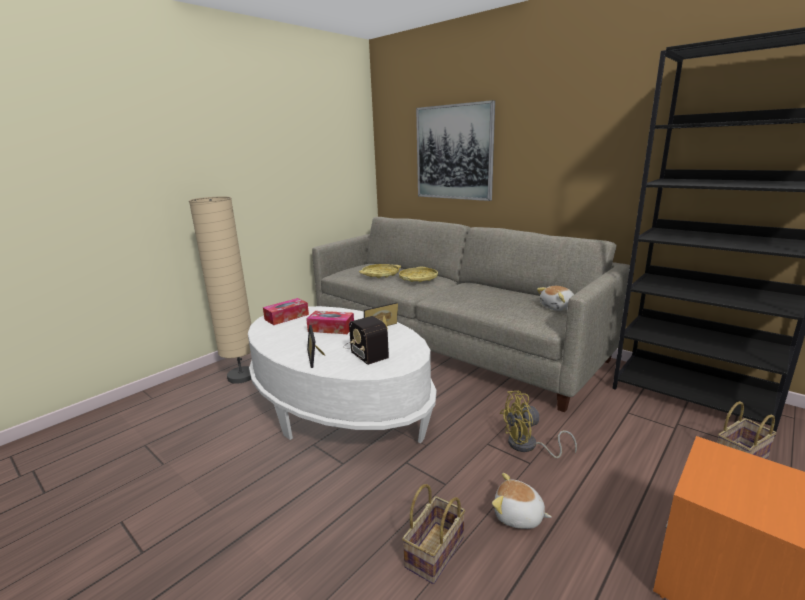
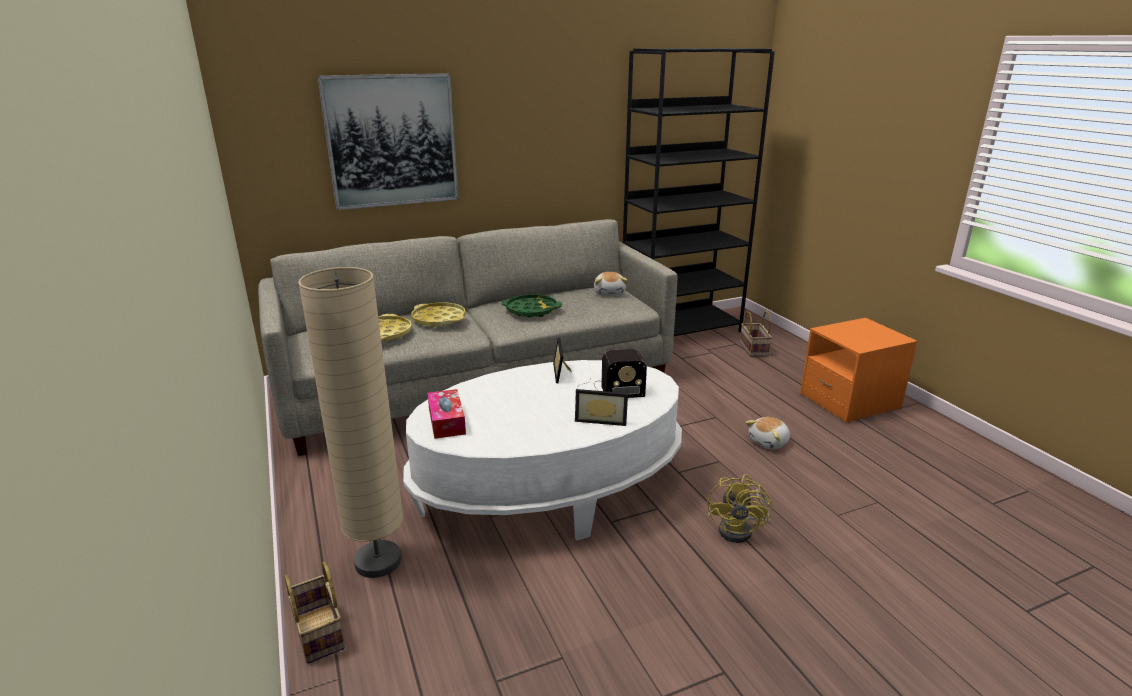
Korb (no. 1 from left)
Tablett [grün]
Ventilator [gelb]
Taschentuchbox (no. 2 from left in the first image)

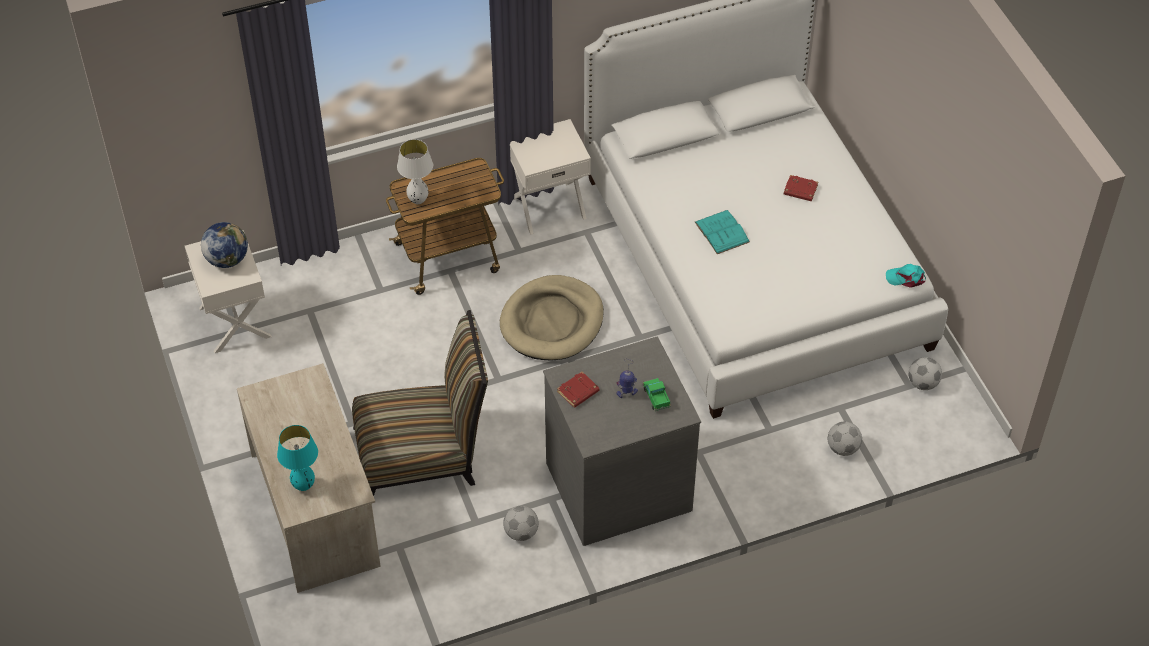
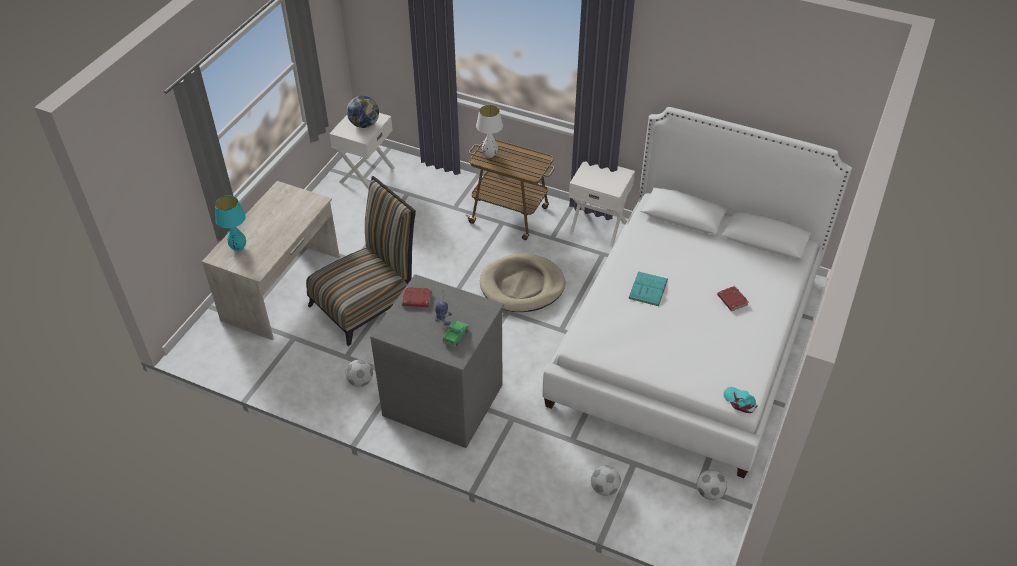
Stuhl

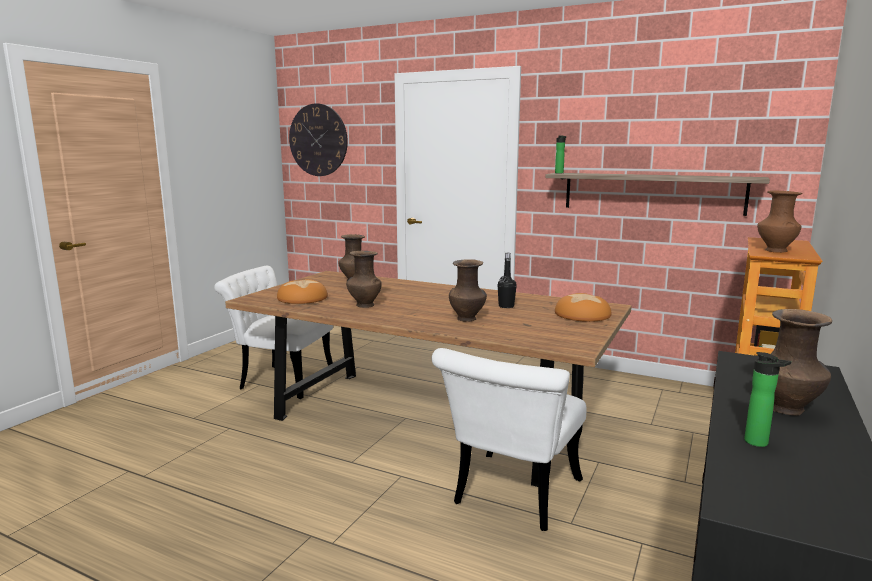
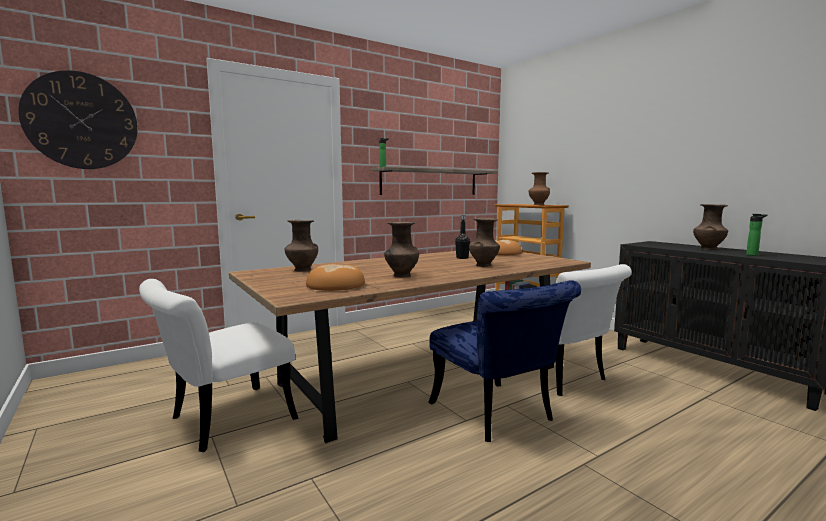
Stuhl [blau]

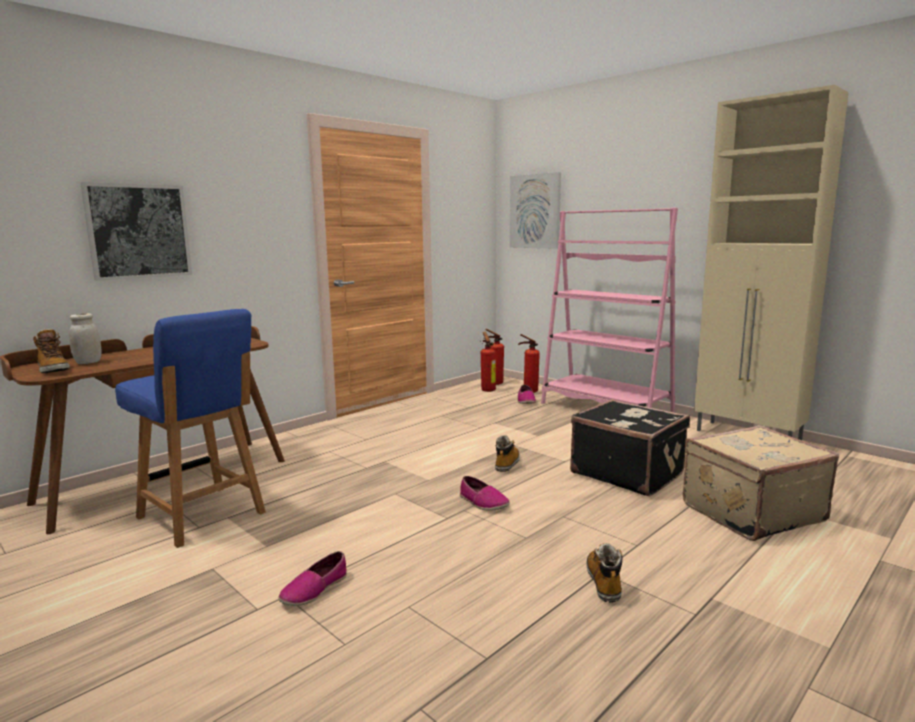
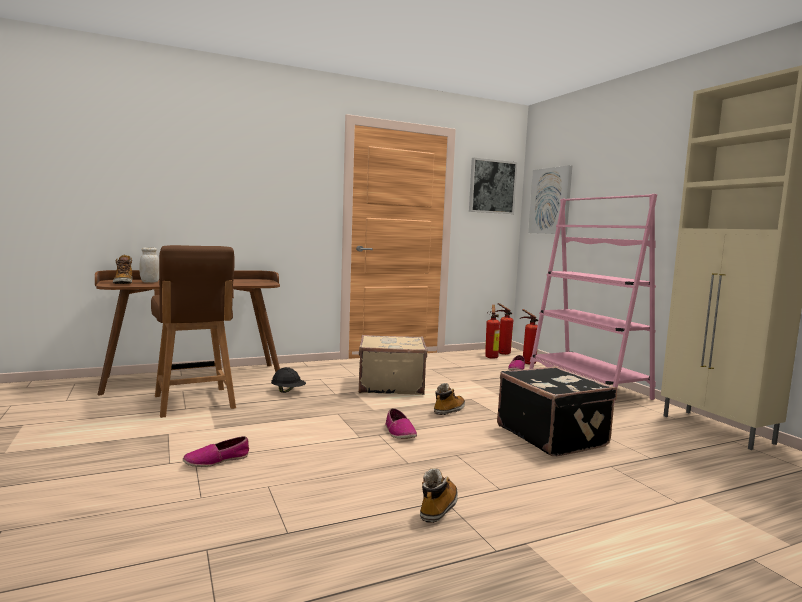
Stuhl [braun]
Schutzhelm [schwarz]
Koffer [beige]
Bild (no. 1 from left)

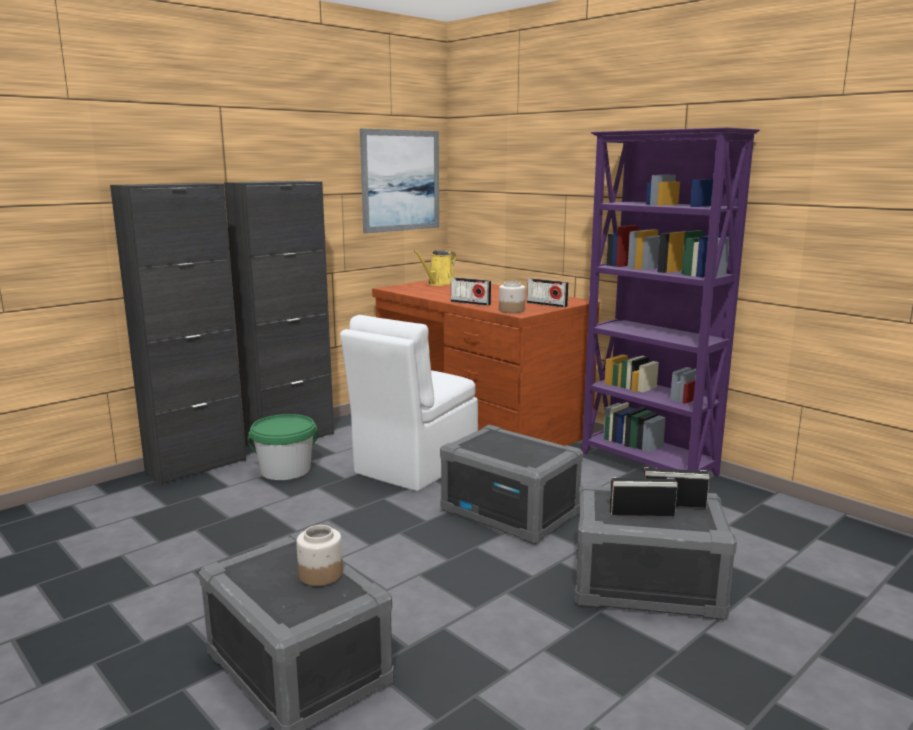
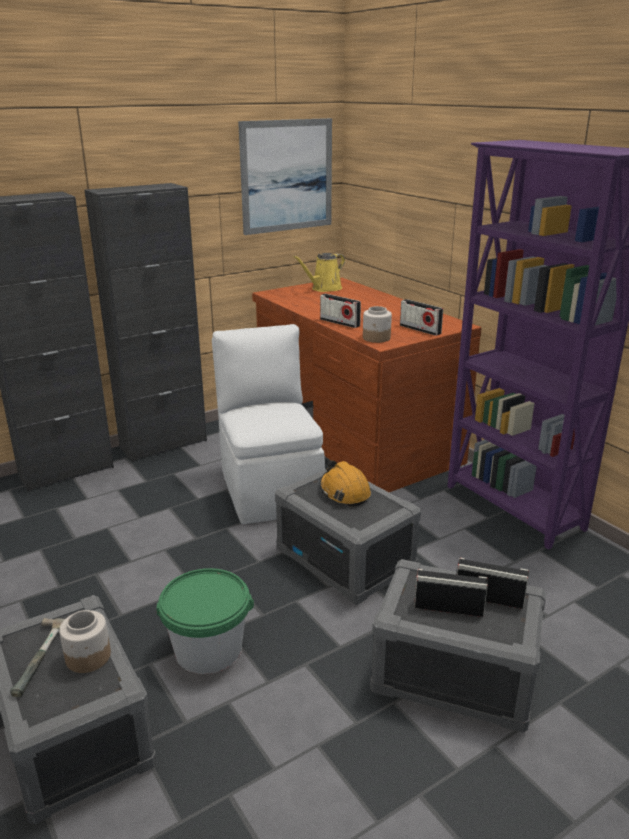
Hammer
Eimer [grün]
Stuhl [weiß]
Schutzhelm [orange]

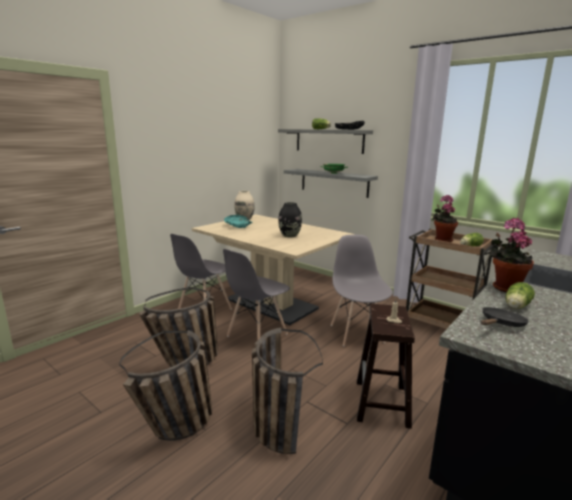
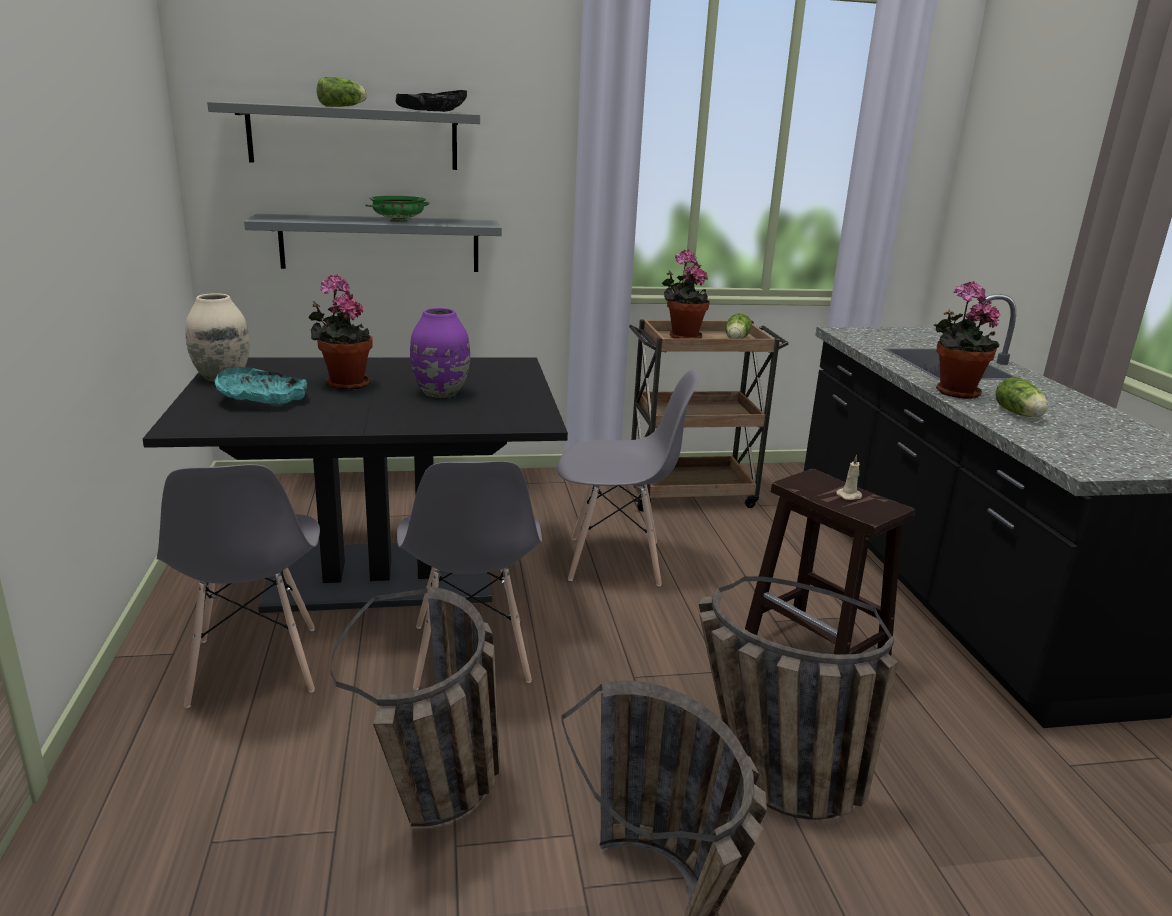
Esstisch [schwarz]
Topfpflanze (no. 1 from left)
Vase [lila]
Stuhl [grau] (no. 3 from left)
Pfanne [schwarz]

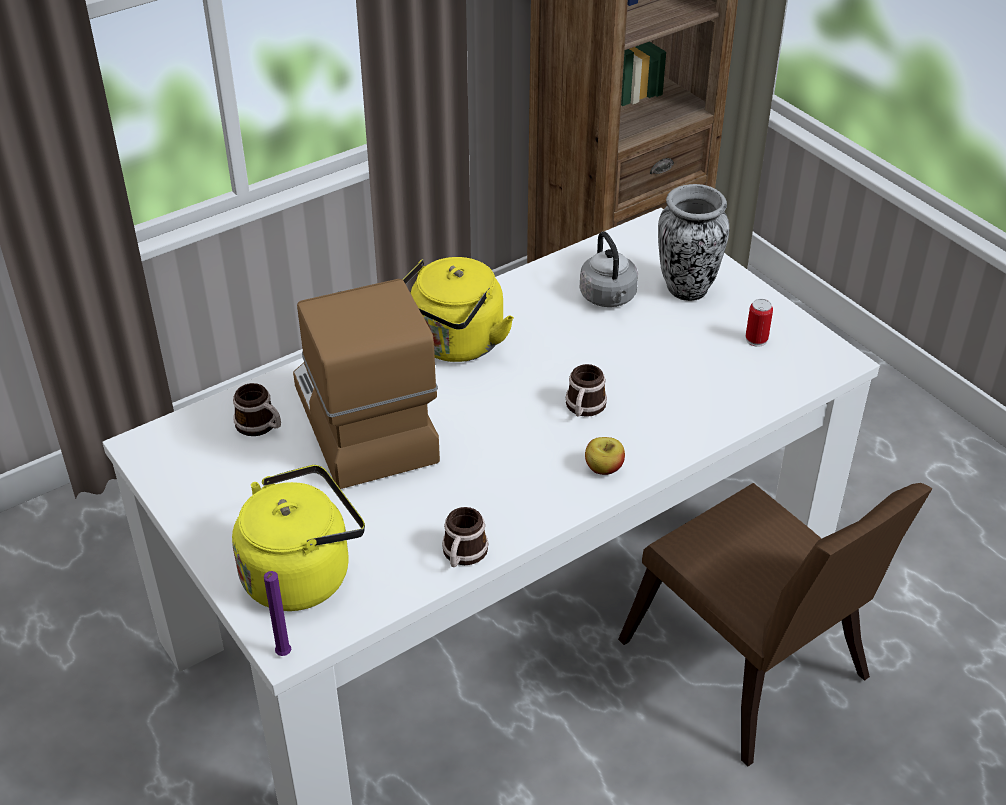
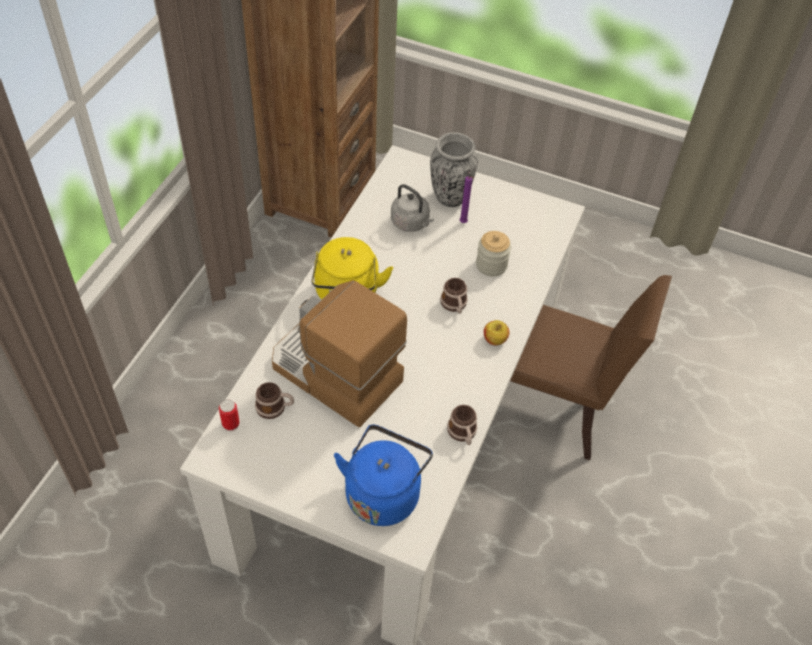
Dose
Wasserkessel [blau]
Kerze [lila]
Vorratsglas

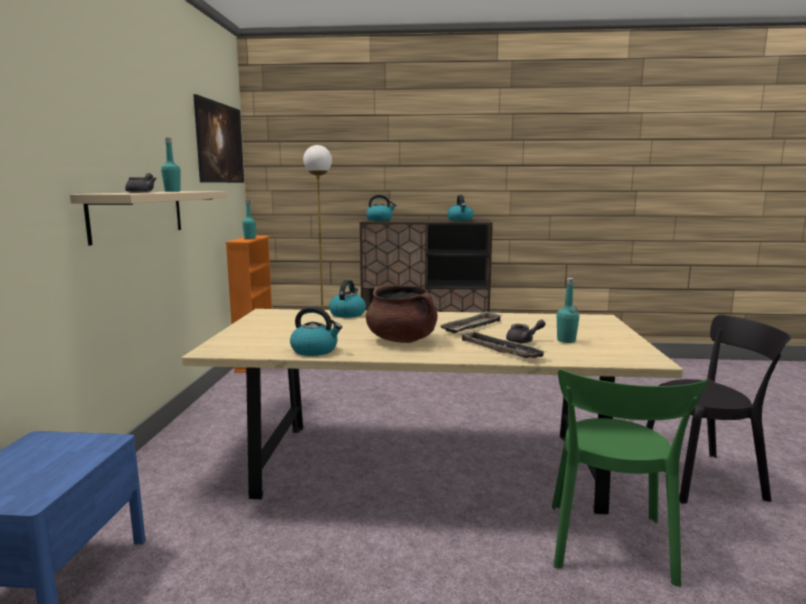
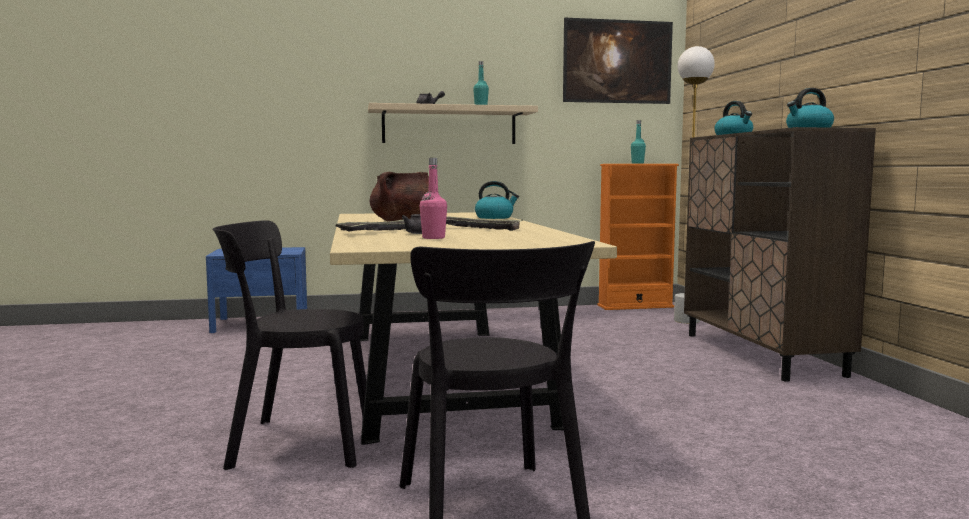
Stuhl [schwarz] (no. 1 from left)
Flasche [rosa]
Wasserkessel (no. 1 from left in the first image)

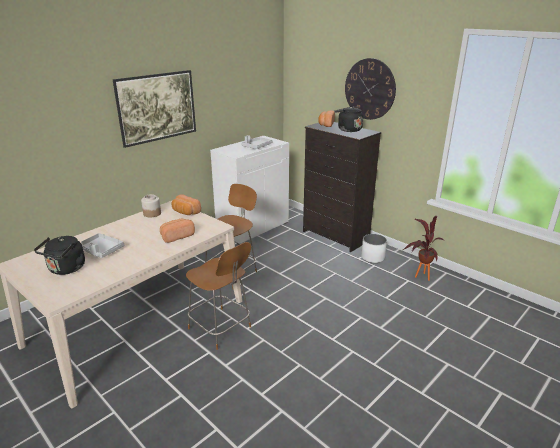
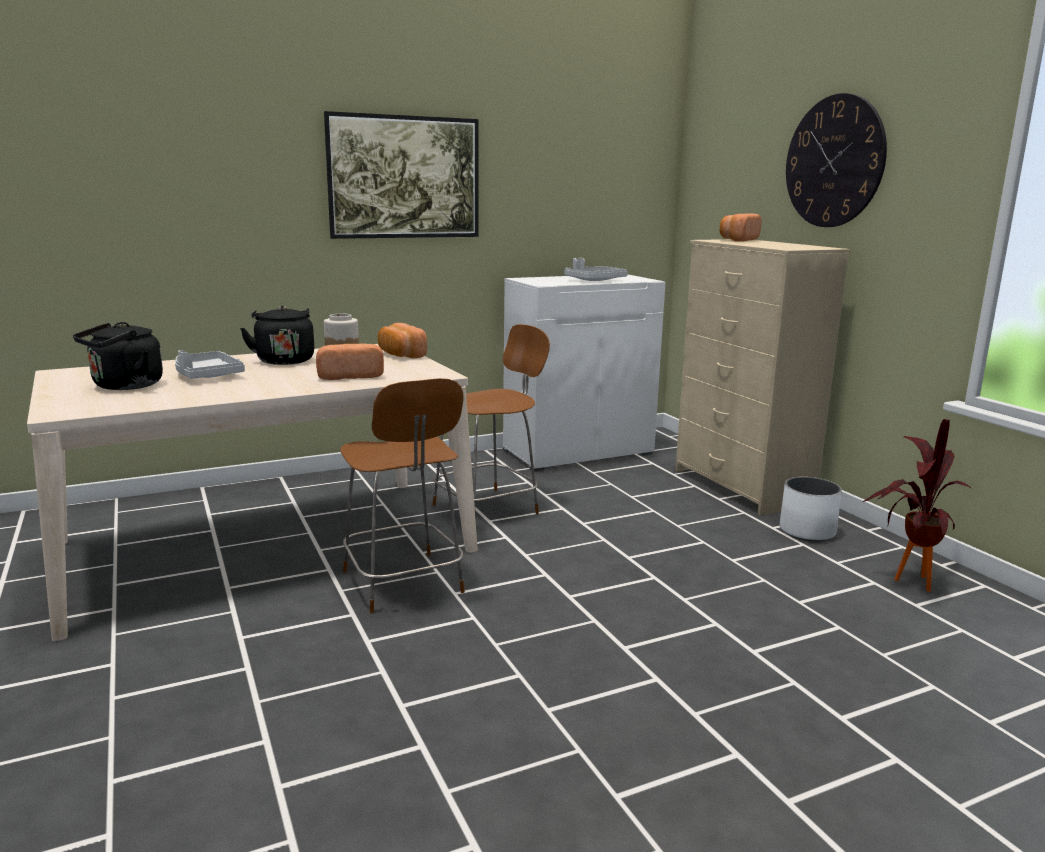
Wasserkessel [schwarz] (no. 2 from left)
Kommode [beige]

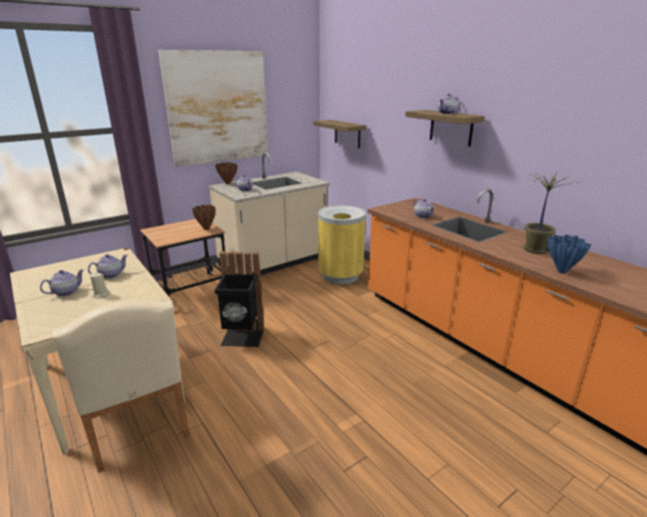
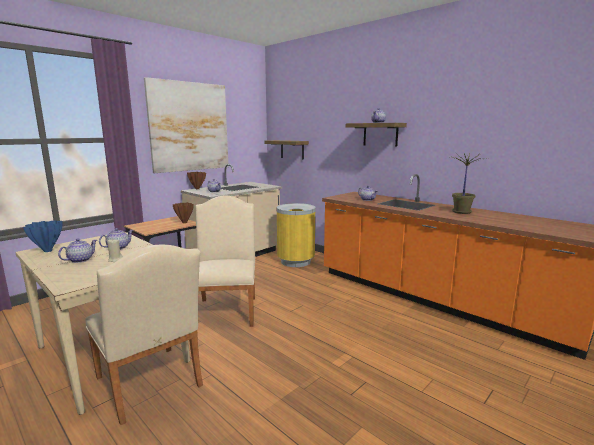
Vase [blau]
Stuhl [beige] (no. 2 from left)

